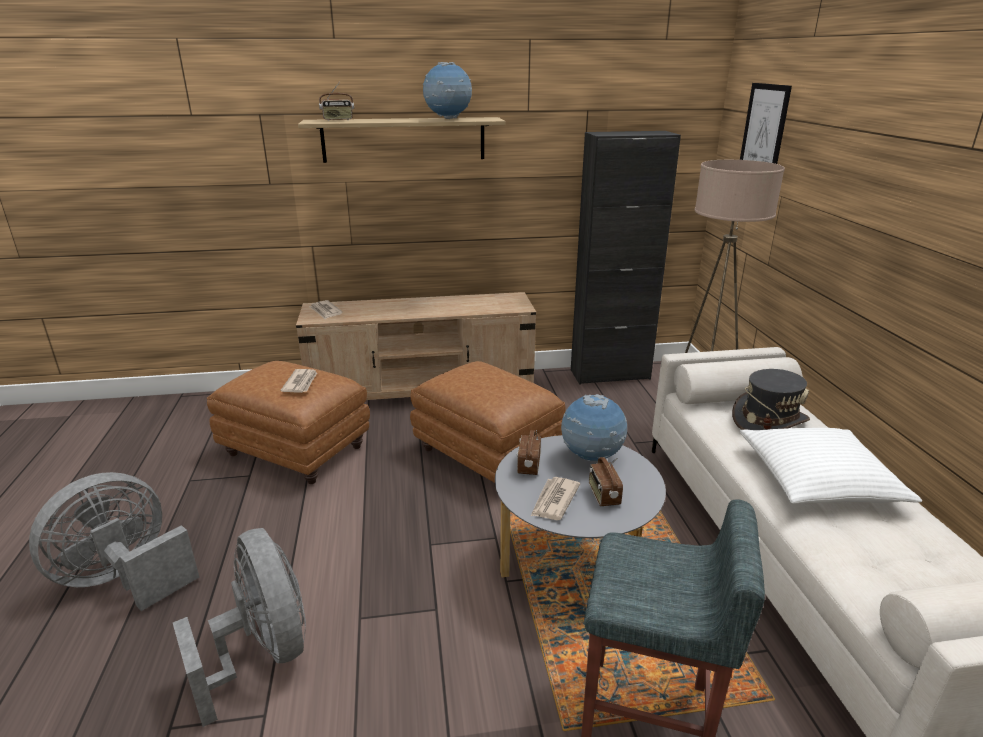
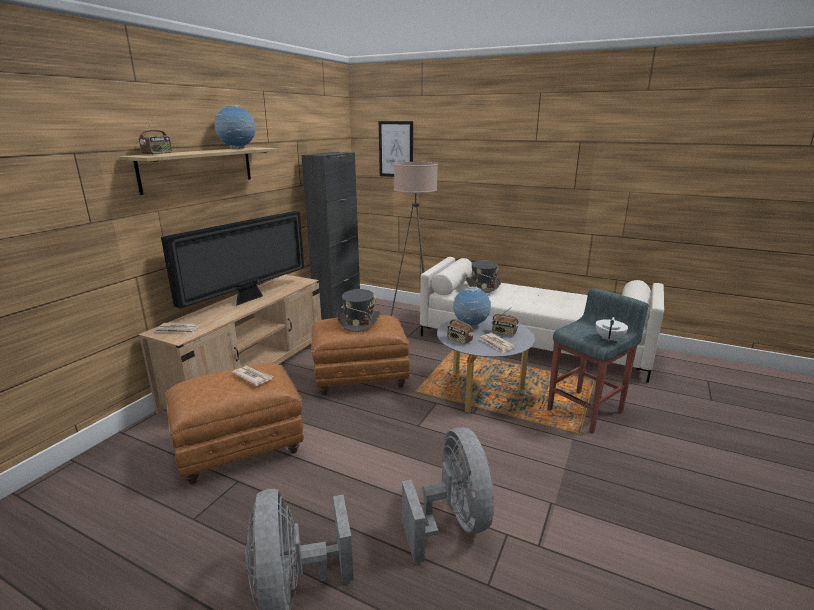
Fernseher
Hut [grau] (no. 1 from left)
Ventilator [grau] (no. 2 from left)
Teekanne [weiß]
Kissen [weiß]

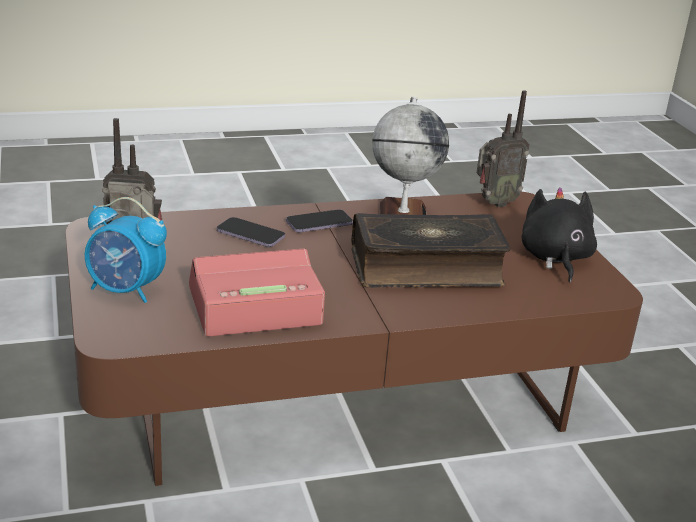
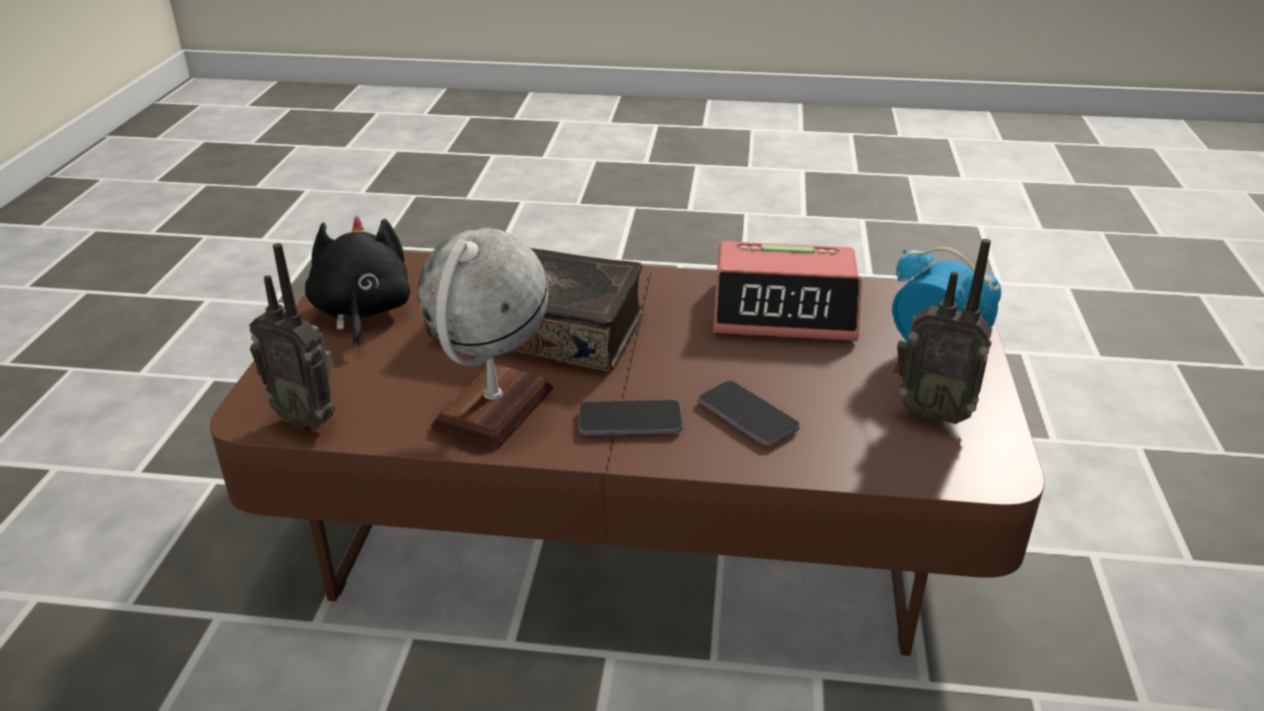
Radio (no. 1 from left)
Plüschtier [schwarz]

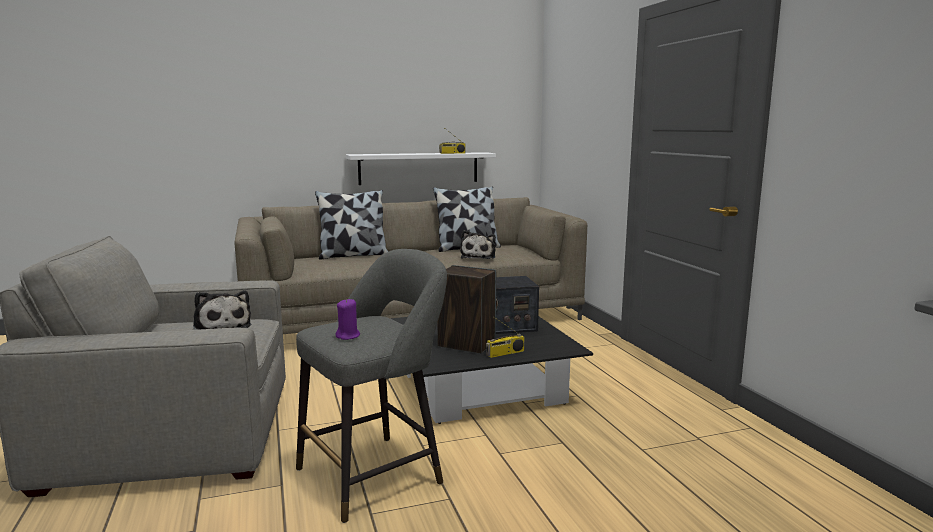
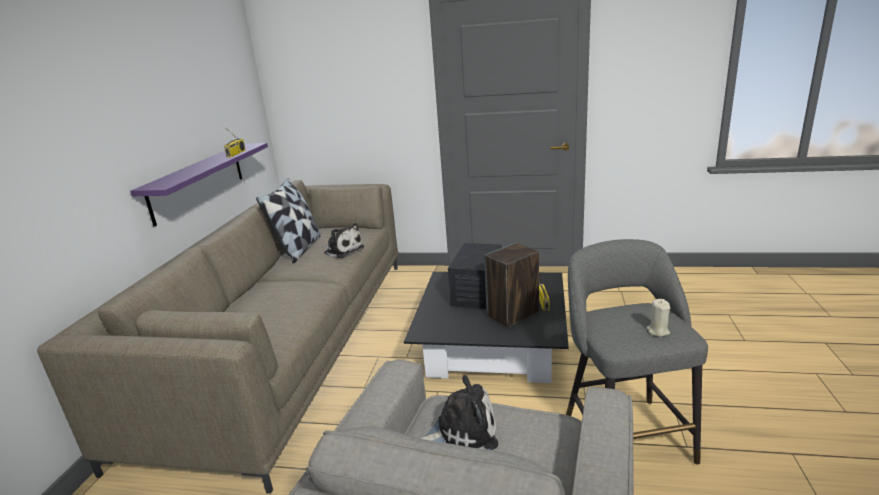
Wandregal [lila]
Kerze [beige]
Kissen (no. 1 from left in the first image)

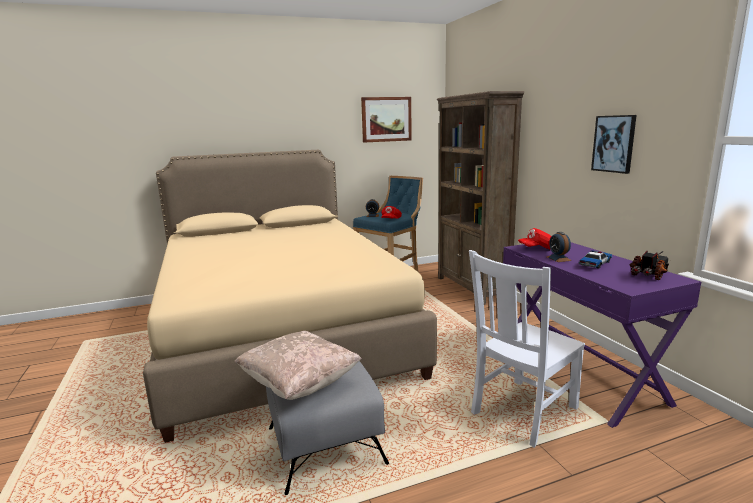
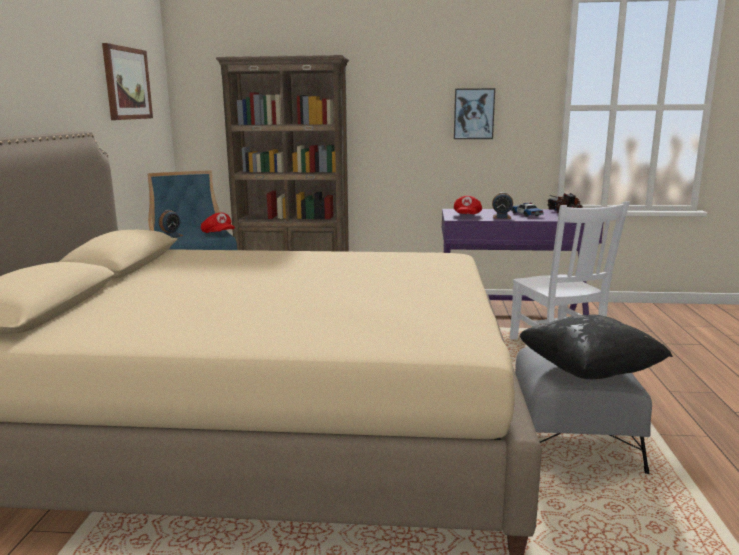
Kissen [schwarz]

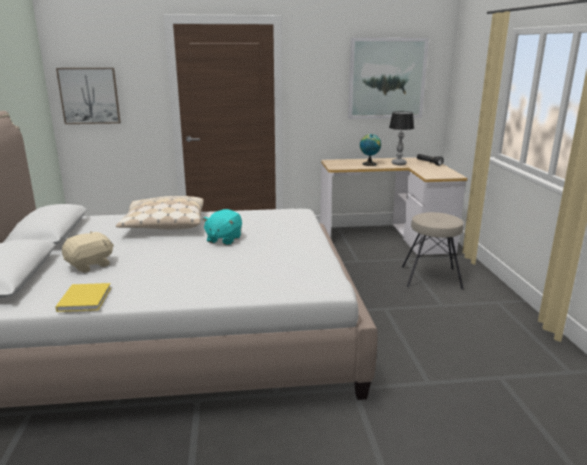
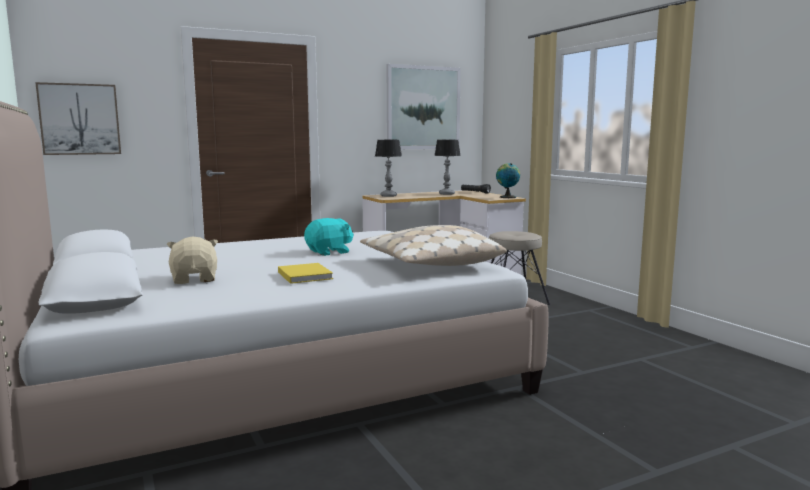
Plüschtier [beige]
Buch [gelb]
Plüschtier [türkis]
Kissen [beige]
Tischlampe (no. 1 from left)
Globus

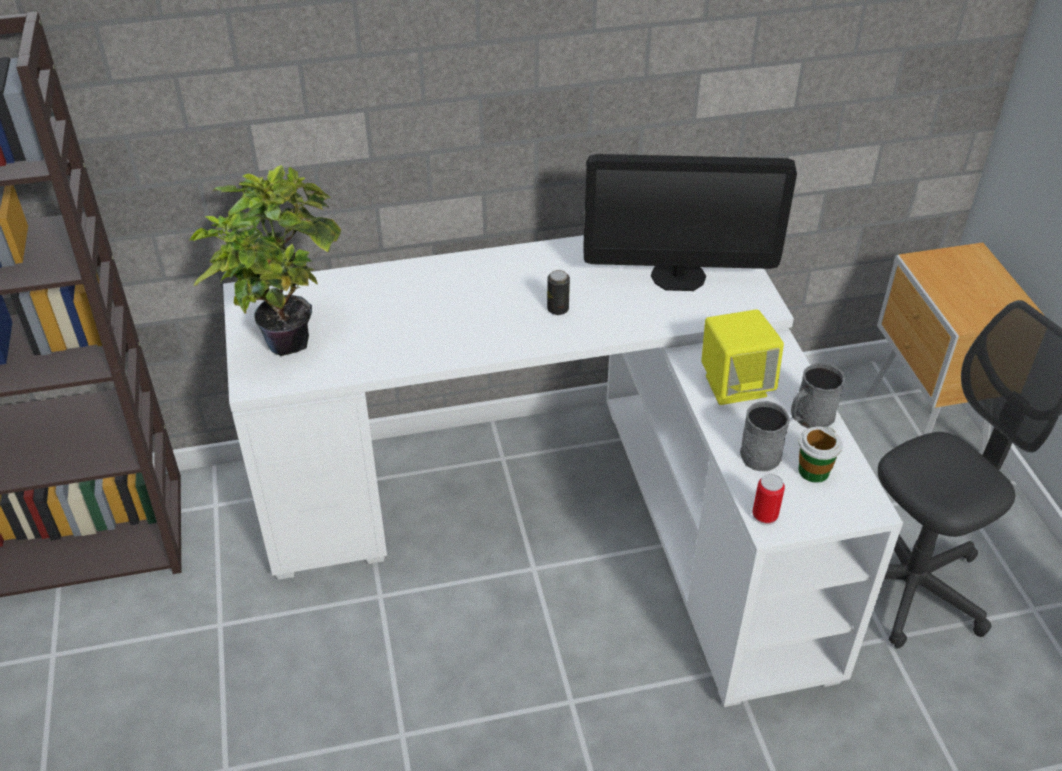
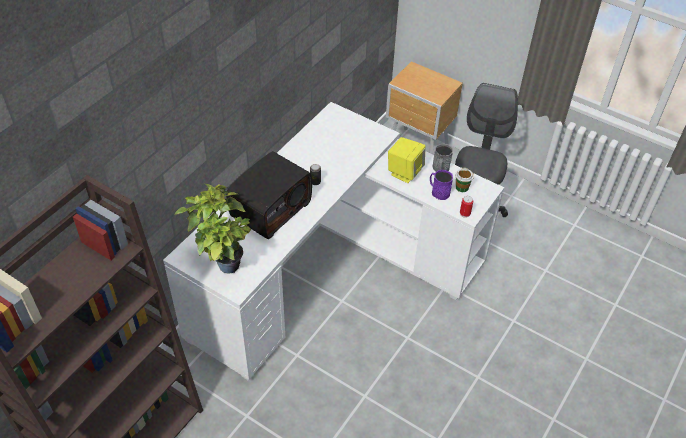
Radio
Henkelbecher [lila]
Monitor

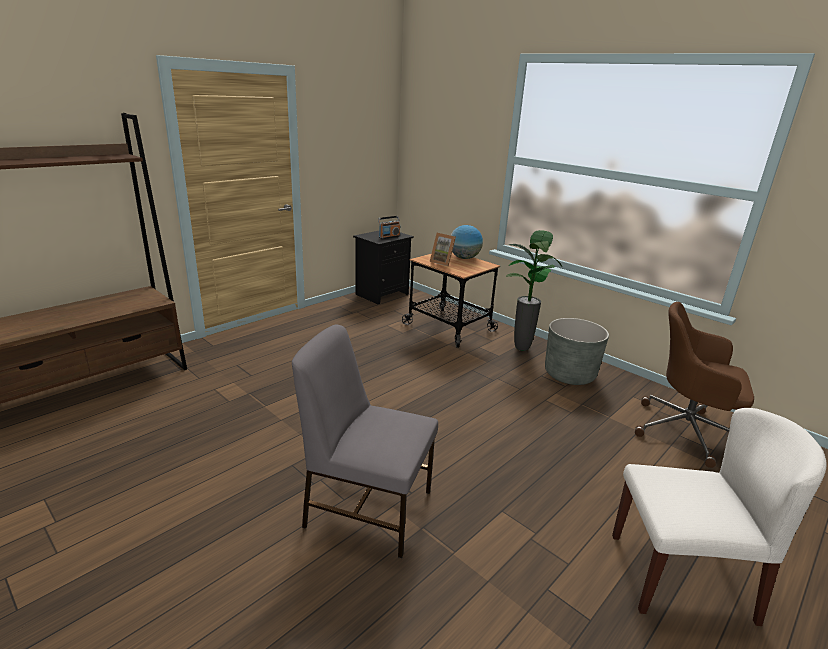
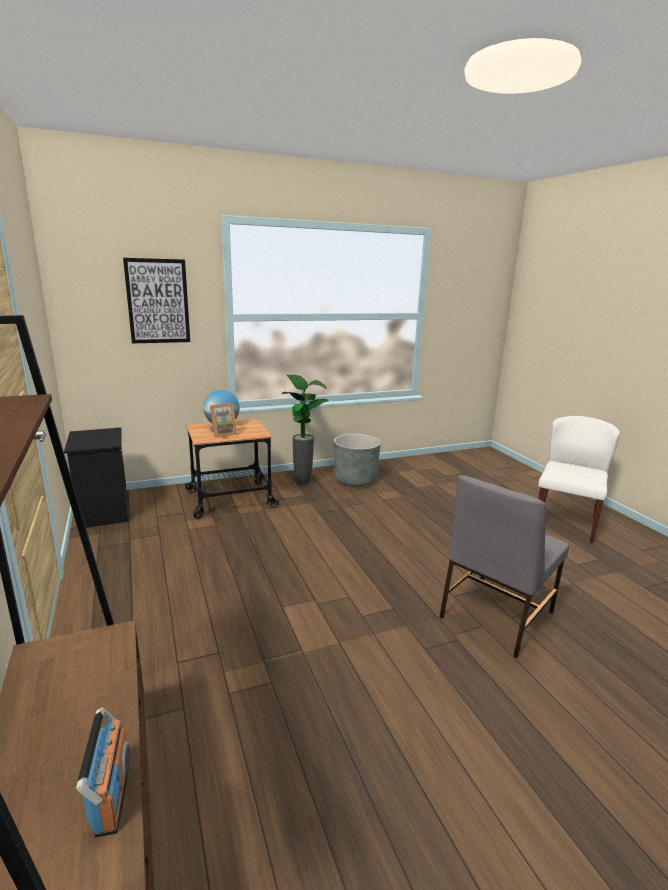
Radio
Bild
Bürostuhl [braun]

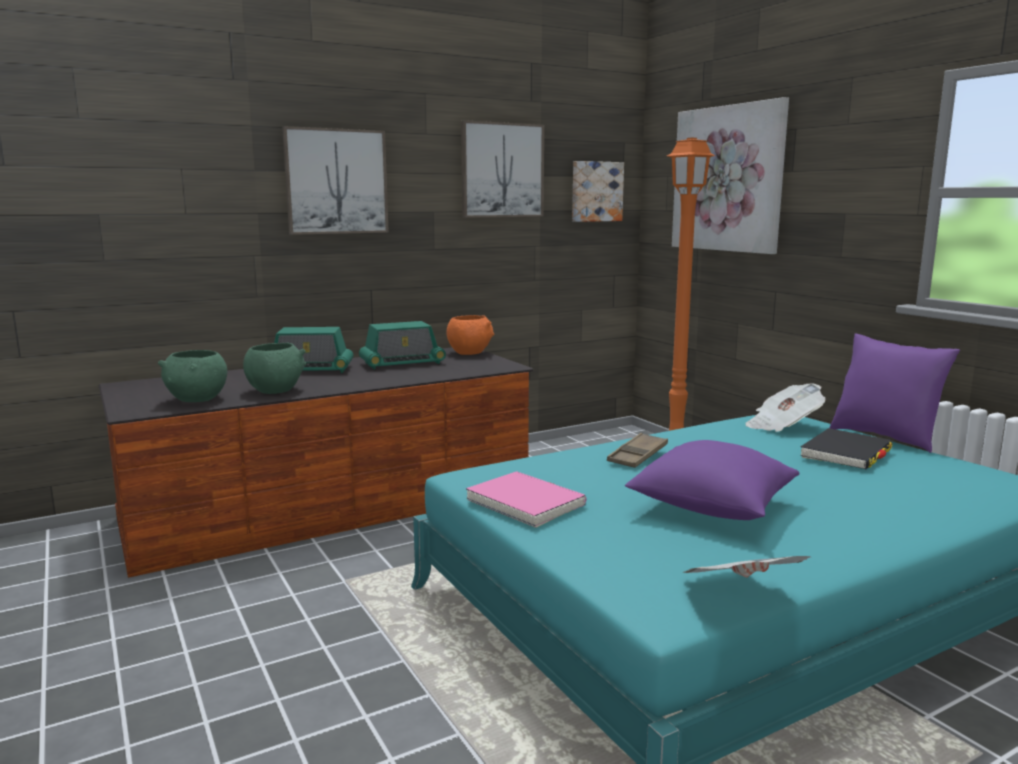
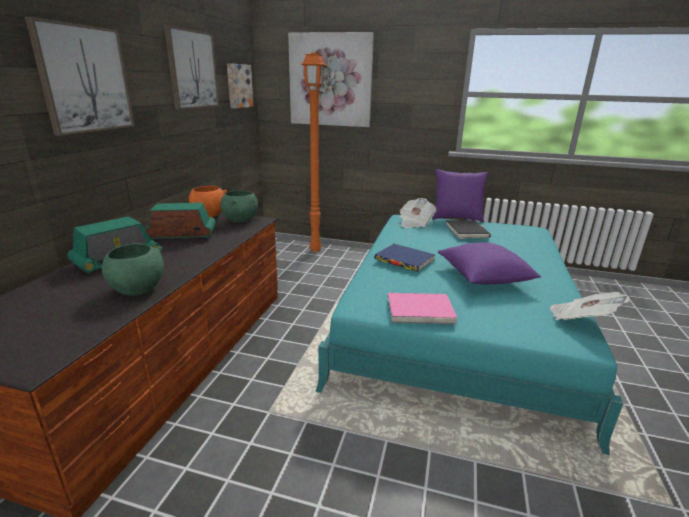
Radio (no. 2 from left)
Schüssel [grün] (no. 2 from left)
Buch [blau]

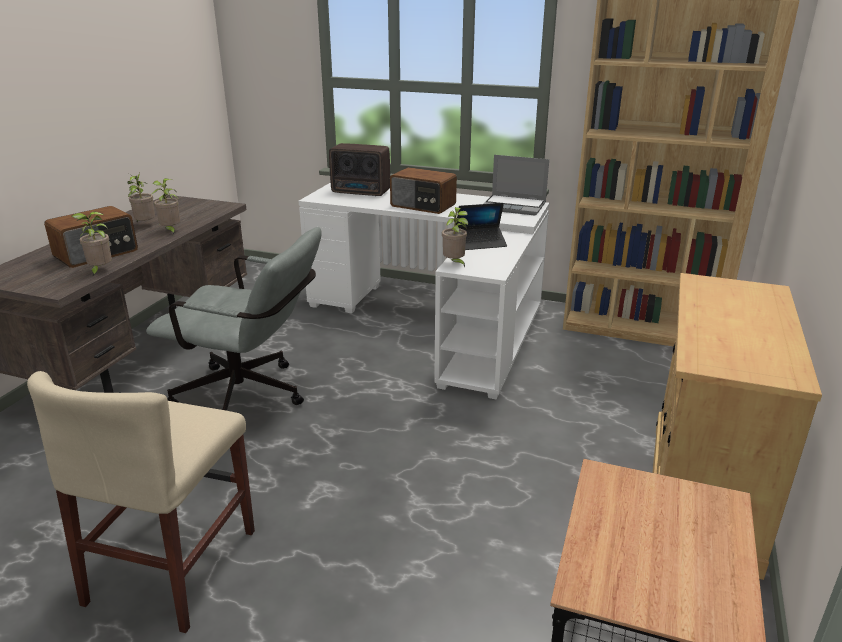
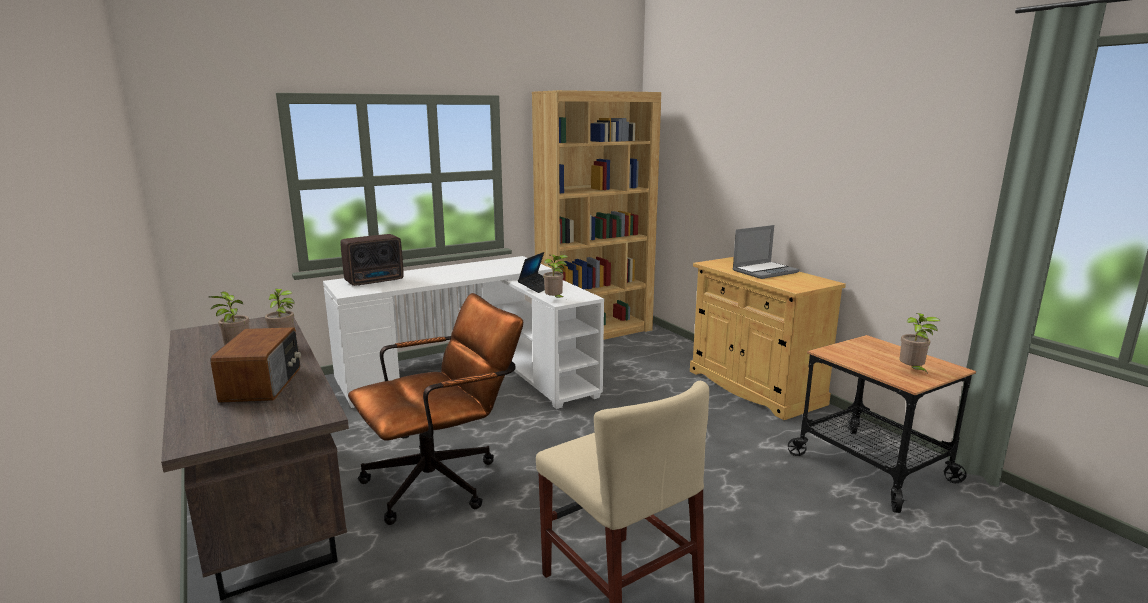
Bürostuhl [braun]
Laptop (no. 2 from left)
Topfpflanze (no. 4 from left)
Radio (no. 3 from left in the first image)

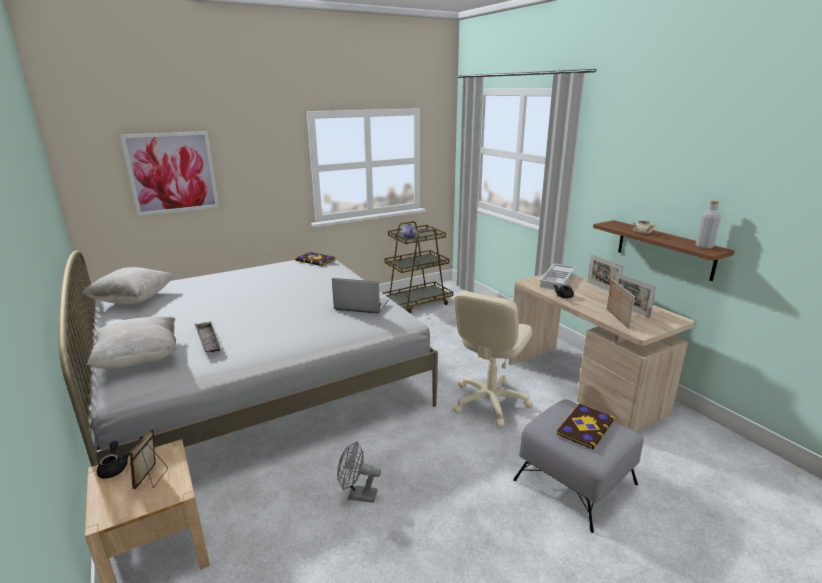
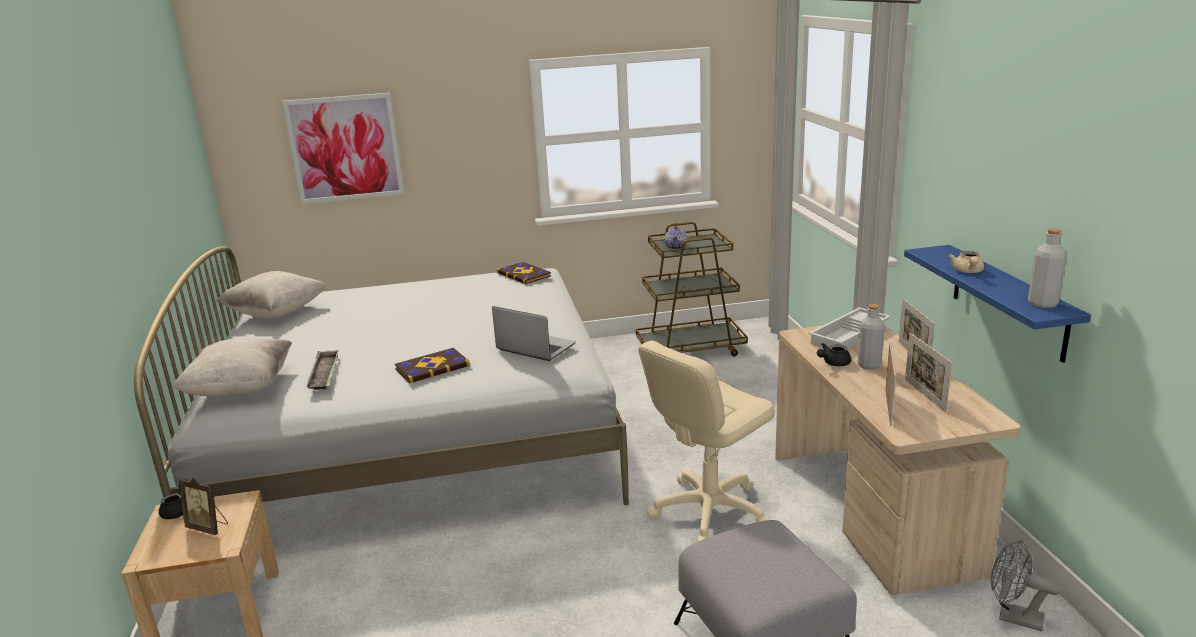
Bilderrahmen (no. 1 from left)
Buch (no. 1 from left)
Flasche [grau] (no. 1 from left)
Wandregal [blau]
Ventilator [grau]

